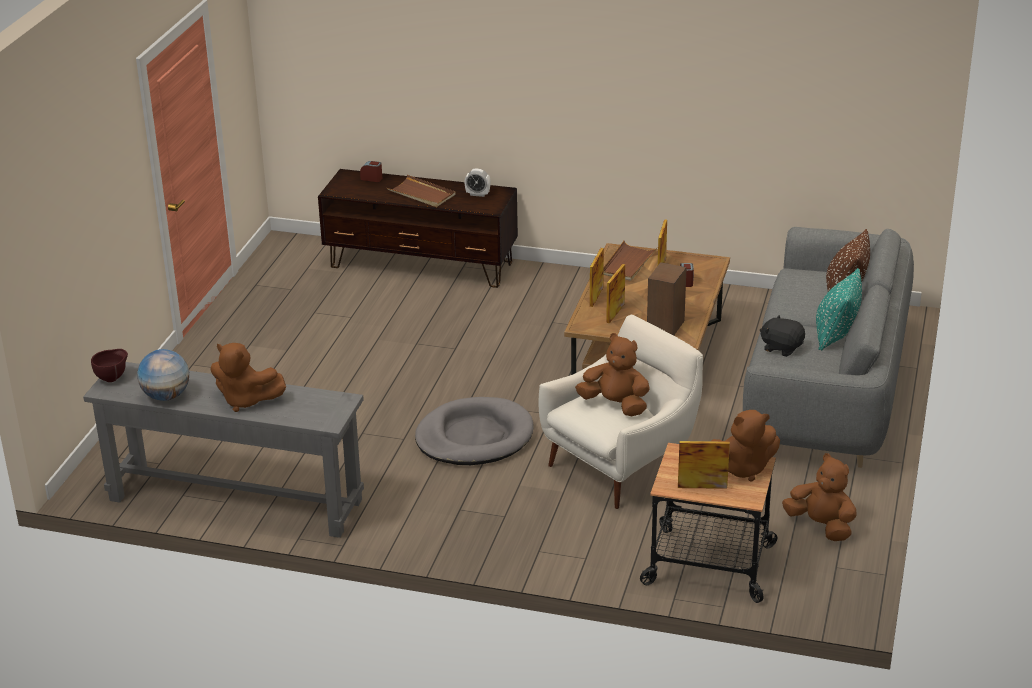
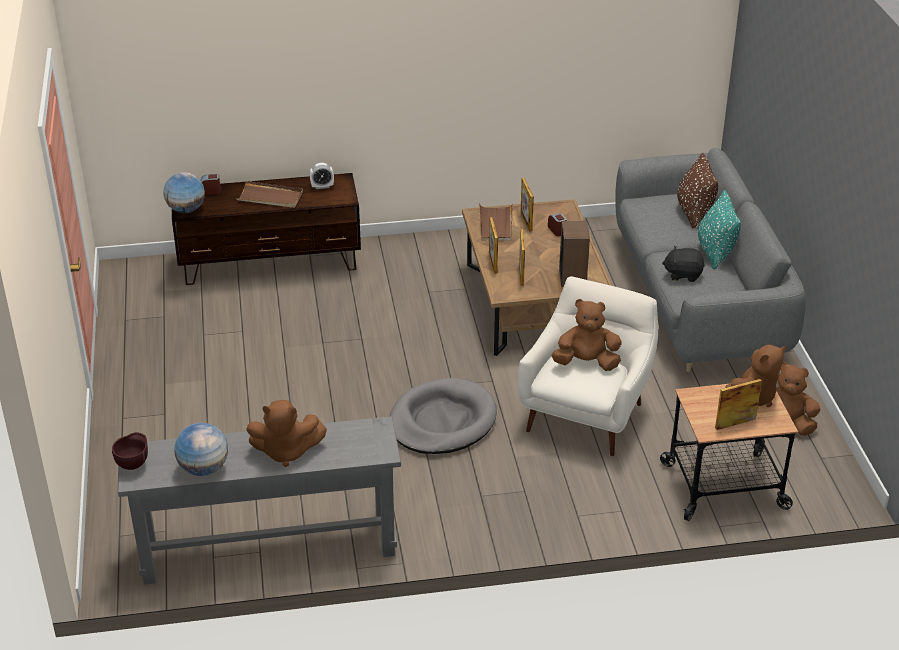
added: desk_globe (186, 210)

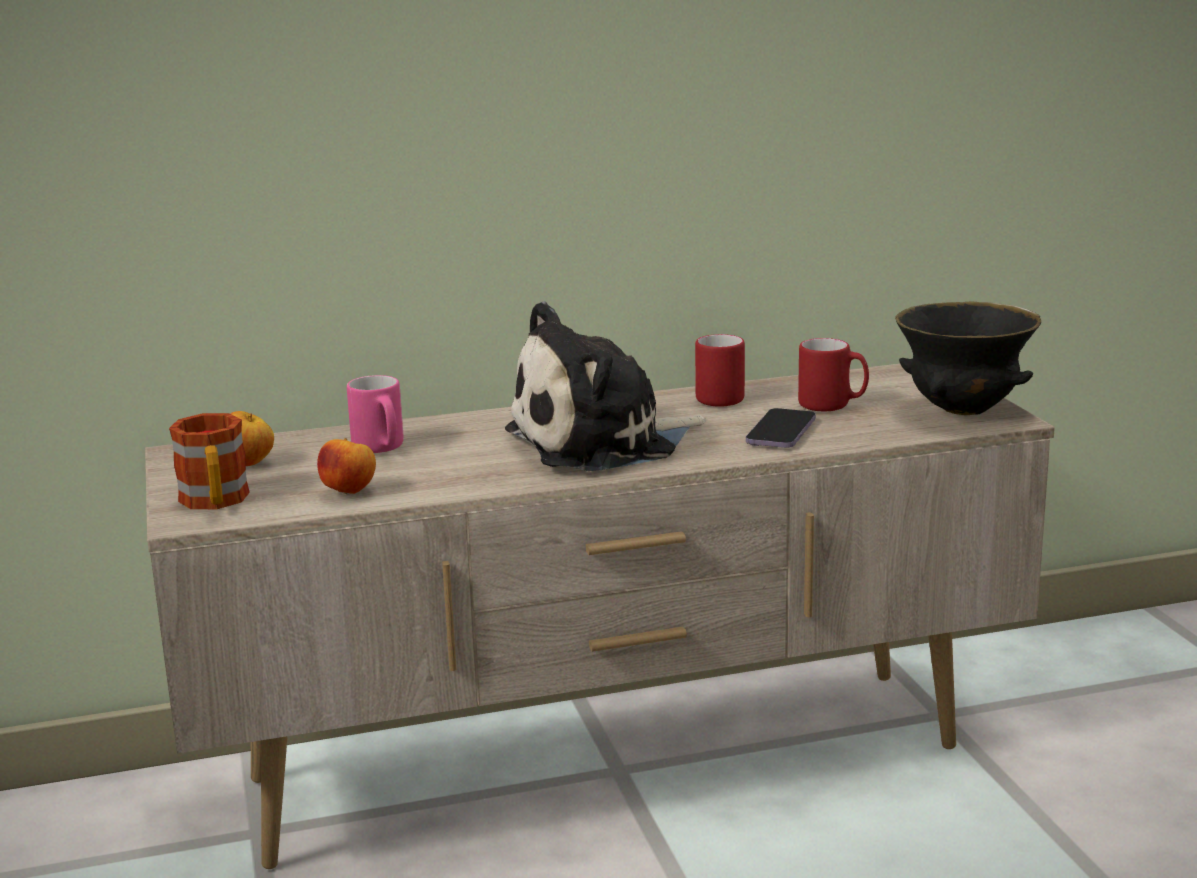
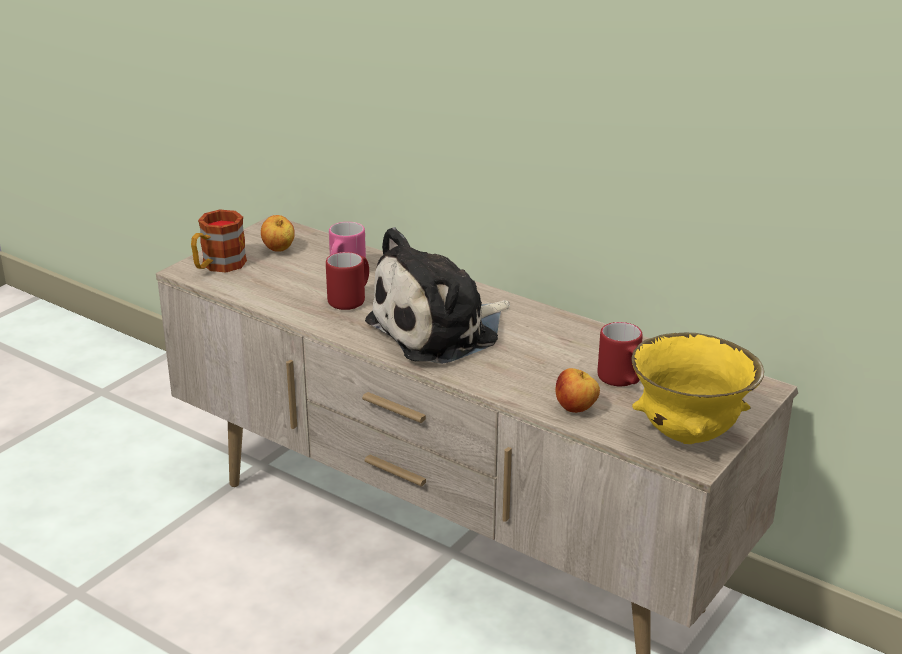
removed: handset (781, 432)
moved: reddish_coffee_mug (717, 398) to (351, 300); apple (350, 492) to (576, 409)
recoloured: black-coloured_deep_dish (964, 411) to yellowish_deep_dish (687, 435)
turned: cuddly_toy (602, 443) = (440, 331) 60 degrees counterclockwise

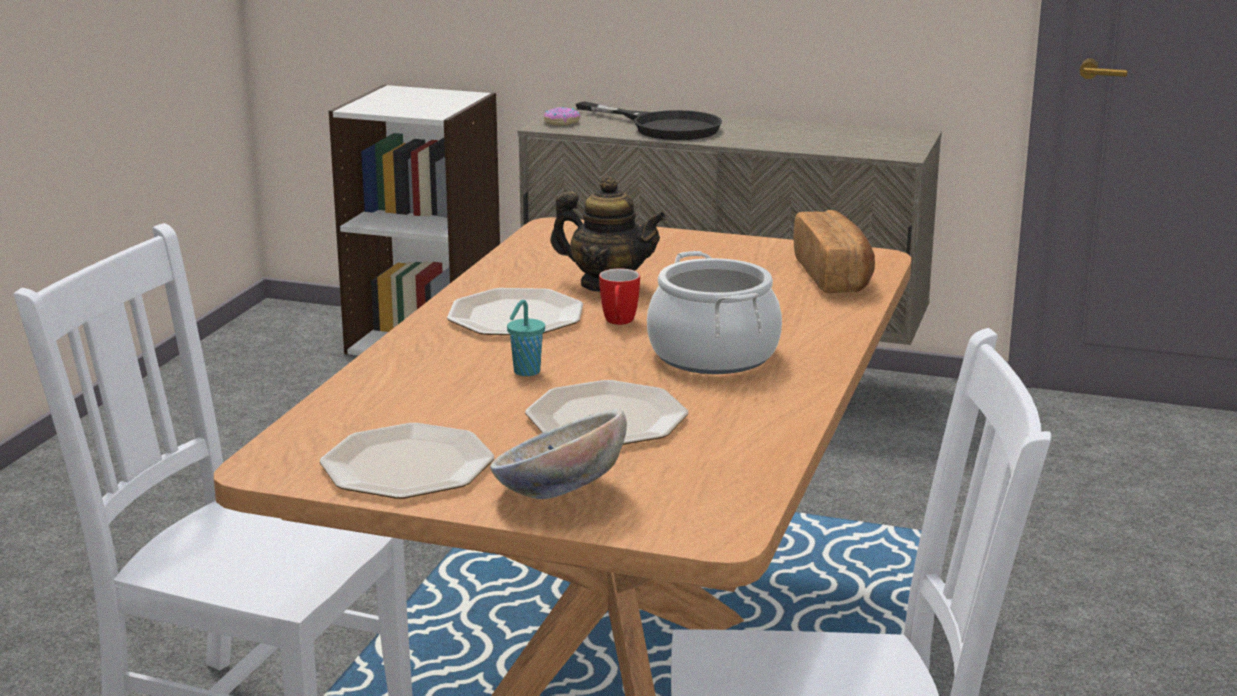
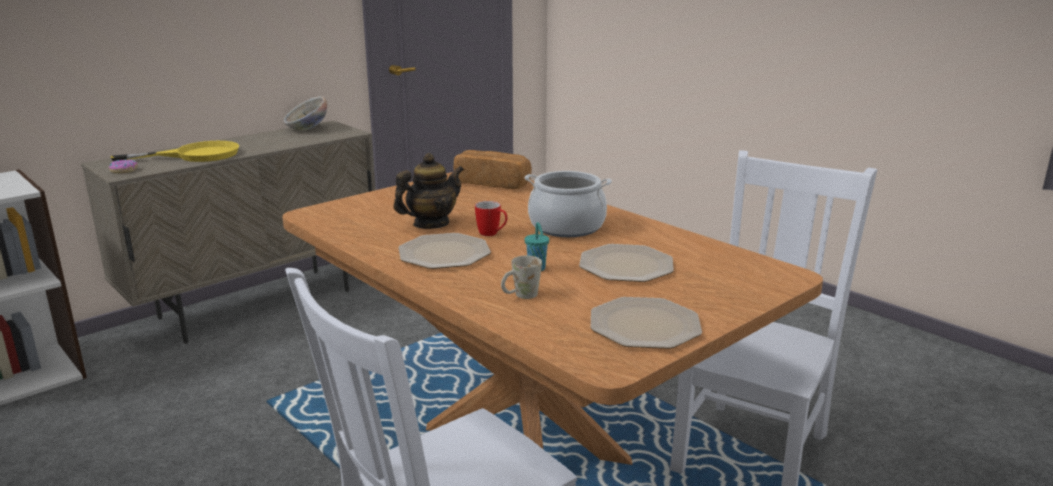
added: white-coloured_coffee_mug (520, 296)
moved: deep_dish (558, 494) to (307, 129)
recoloured: black-coloured_skillet (663, 127) to yellowish_skillet (195, 155)

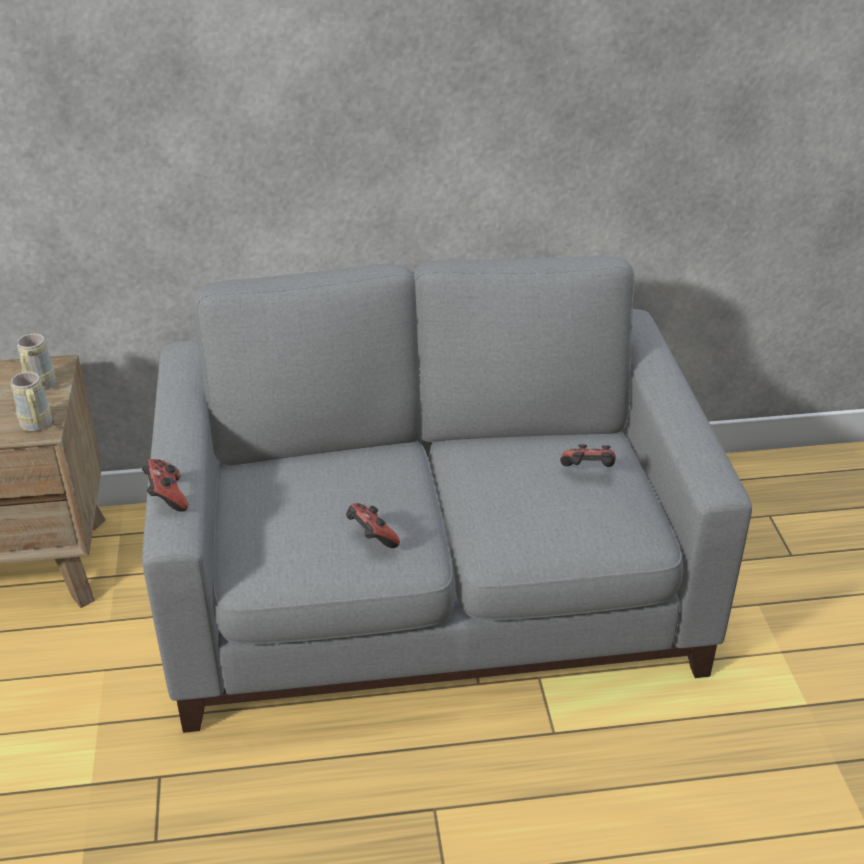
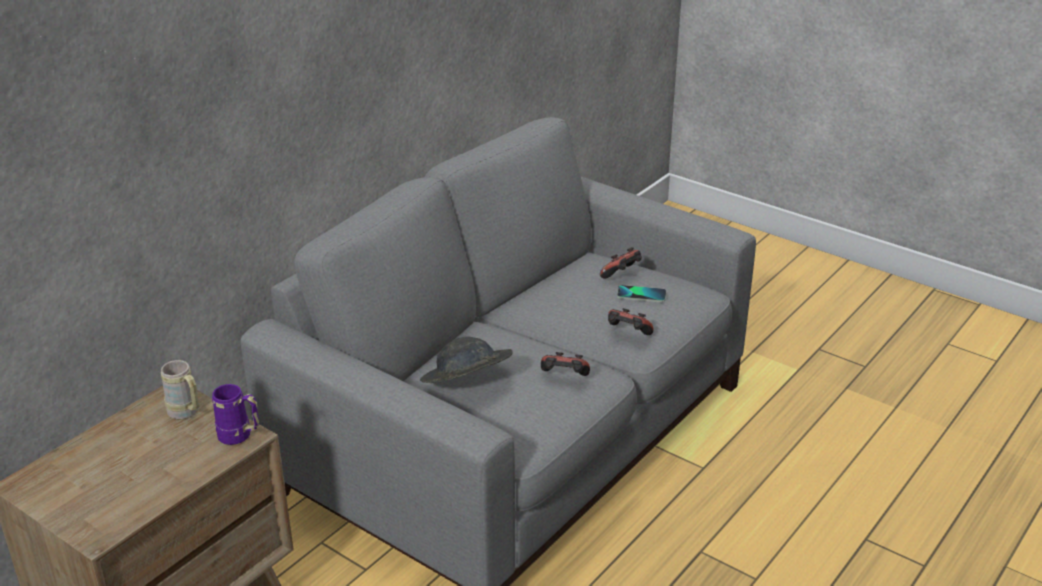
added: handset (641, 295); greyish_hat (466, 385)
moved: game_controller (167, 497) to (627, 334)
recoloured: beige-coloured_coffee_mug (37, 426) to purple-coloured_coffee_mug (240, 437)

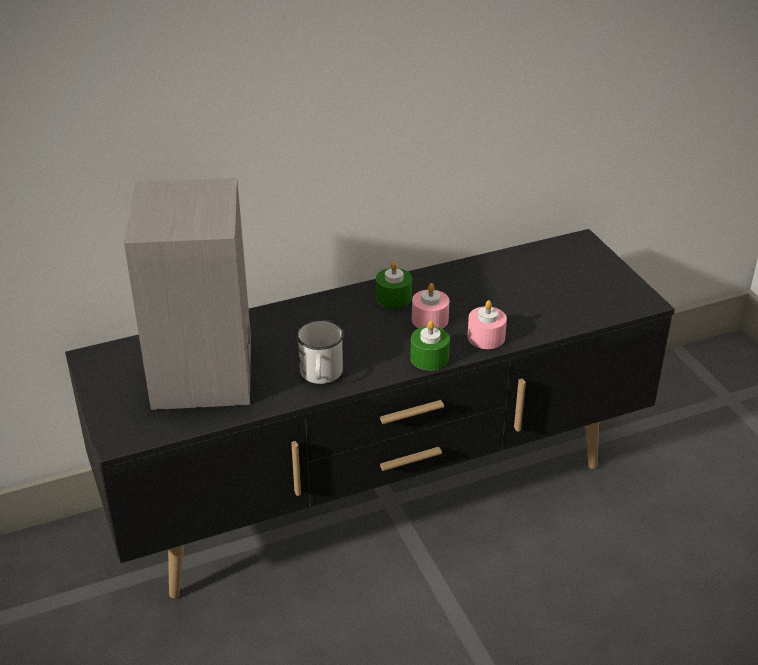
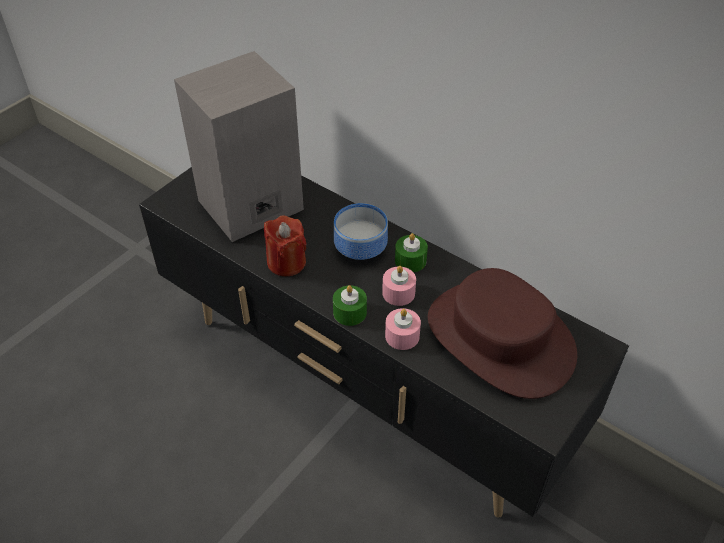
added: deep_dish (362, 249); brown_hat (499, 339)
replaced: white-coloured_coffee_mug (320, 375) to reddish_wax_candle (286, 262)

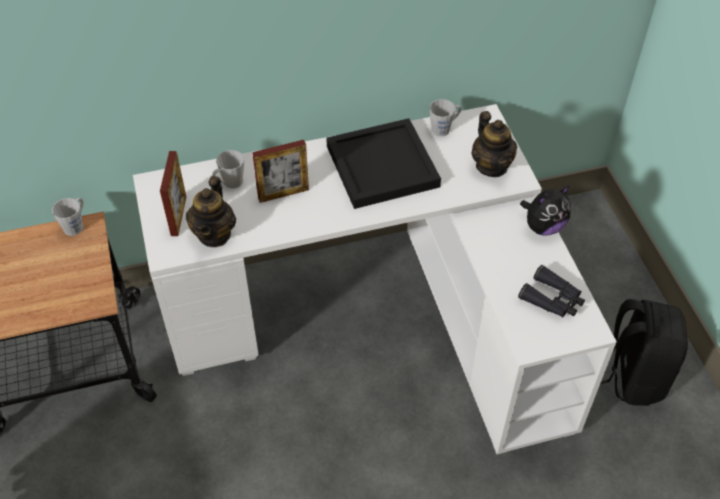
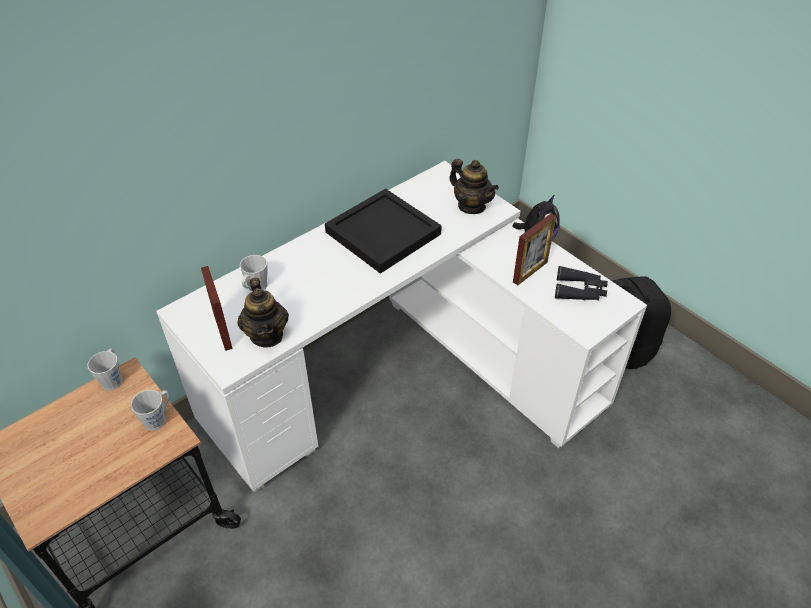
moved: greyish_coffee_mug (444, 128) to (158, 418); picture_frame (283, 194) to (530, 272)

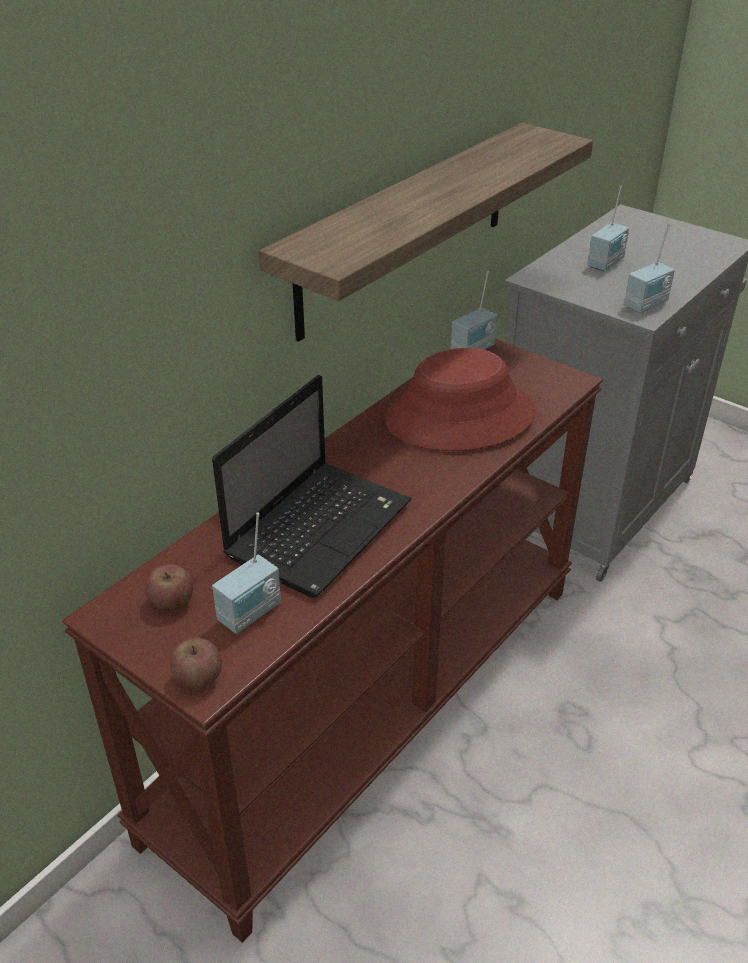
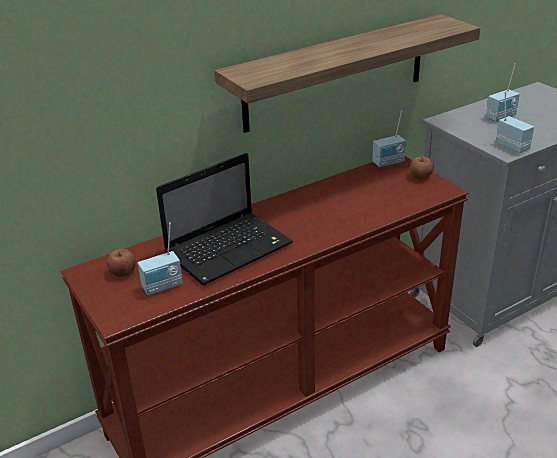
removed: reddish_hat (460, 417)
moved: apple (198, 678) to (420, 176)
turned: radio (647, 305) = (513, 146) 105 degrees counterclockwise

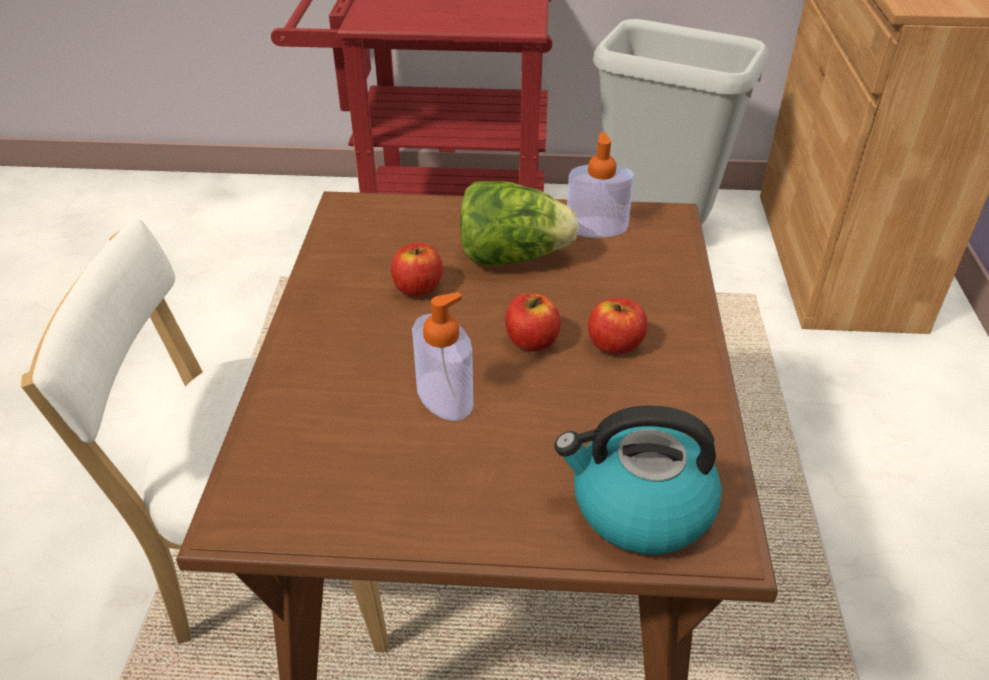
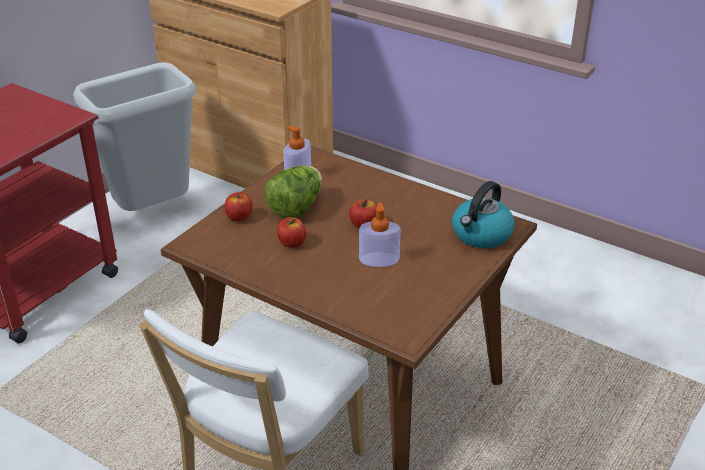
moved: apple (615, 344) to (239, 217)

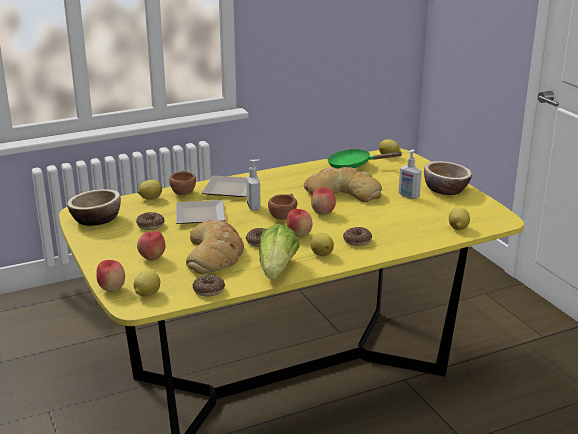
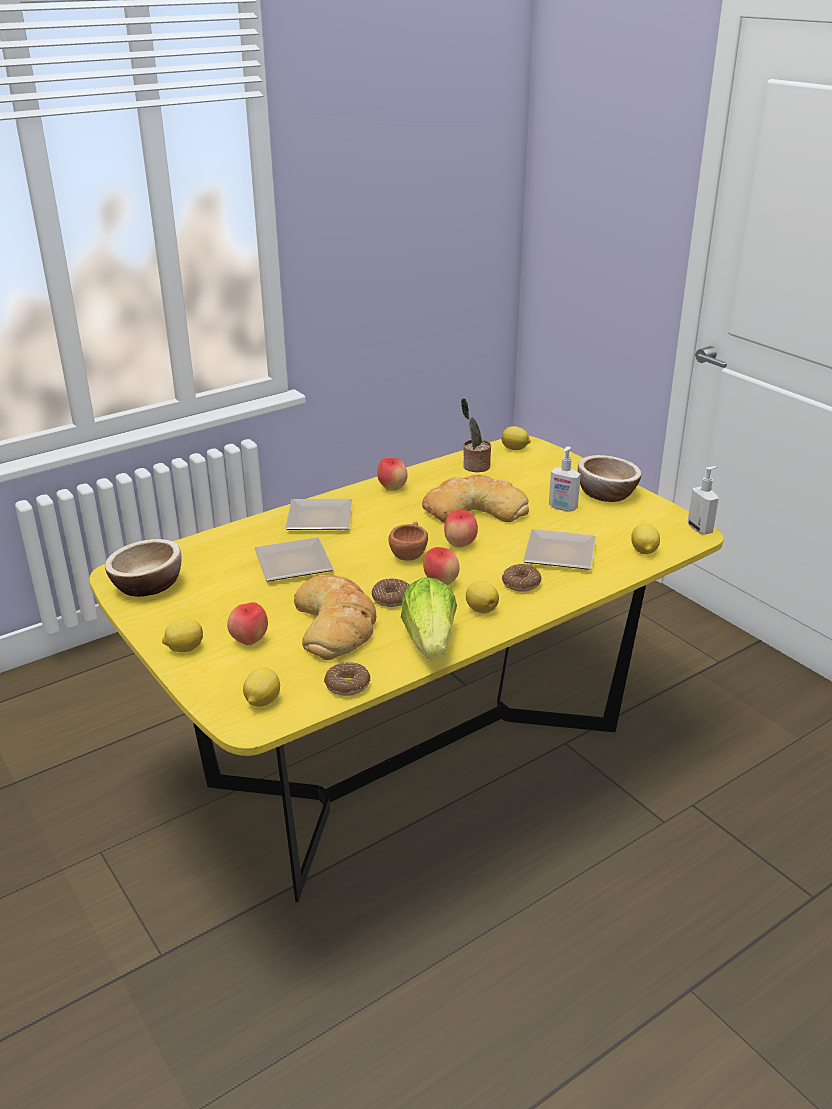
removed: brown_cup (183, 191); ring_doughnut (150, 225)
added: flat_dish (557, 554)
moved: soap_dispenser (254, 206) to (700, 529); lemon (150, 198) to (184, 648); apple (112, 289) to (392, 488)
replaced: green_skillet (354, 165) to houseplant (474, 466)

